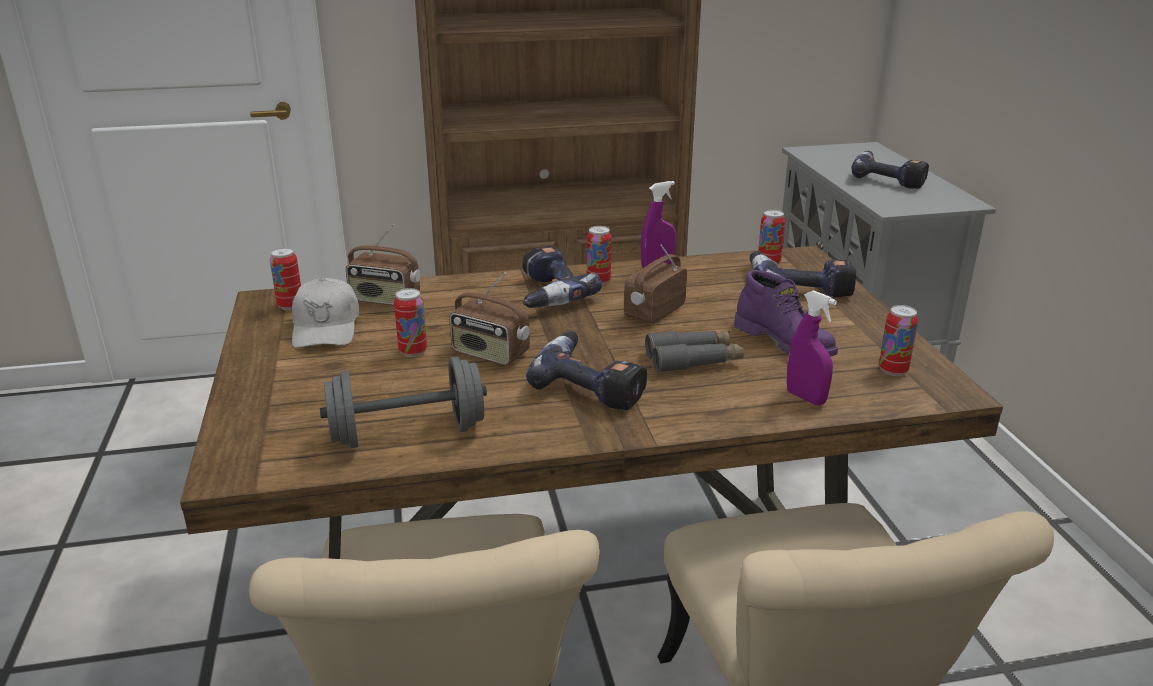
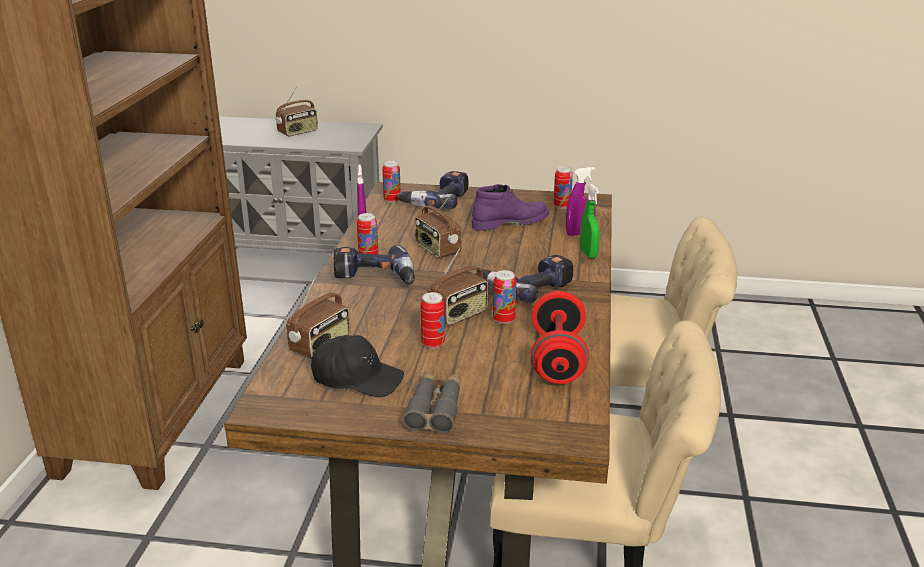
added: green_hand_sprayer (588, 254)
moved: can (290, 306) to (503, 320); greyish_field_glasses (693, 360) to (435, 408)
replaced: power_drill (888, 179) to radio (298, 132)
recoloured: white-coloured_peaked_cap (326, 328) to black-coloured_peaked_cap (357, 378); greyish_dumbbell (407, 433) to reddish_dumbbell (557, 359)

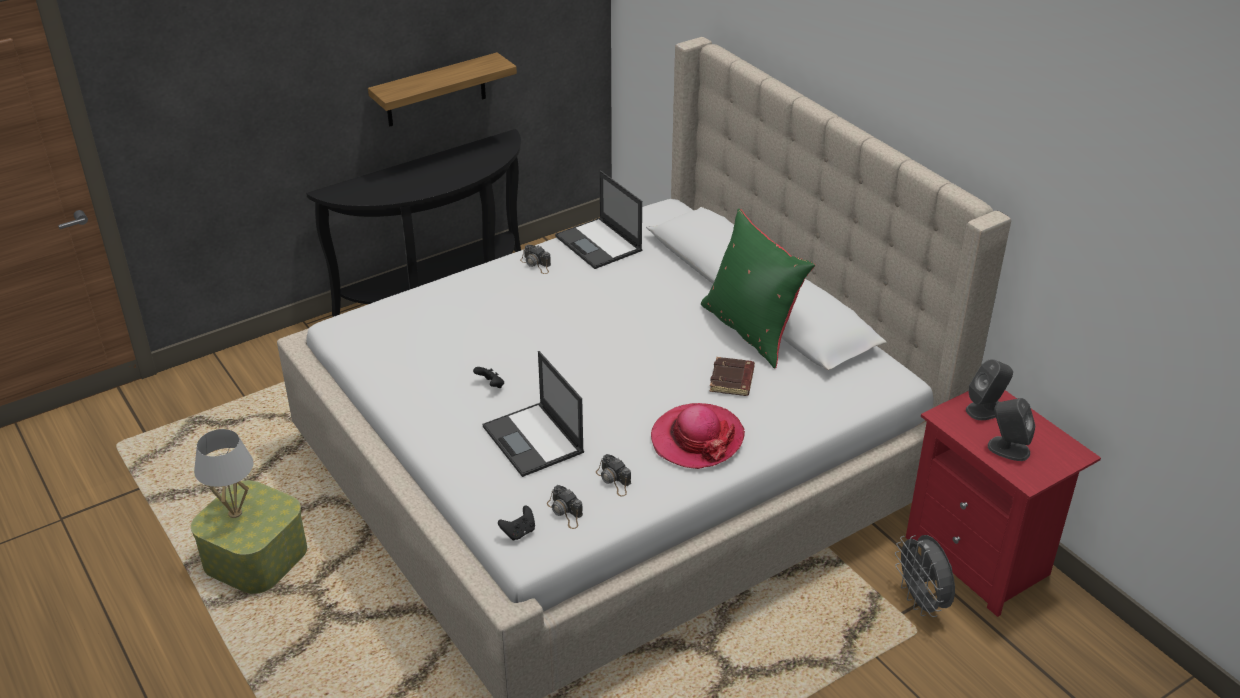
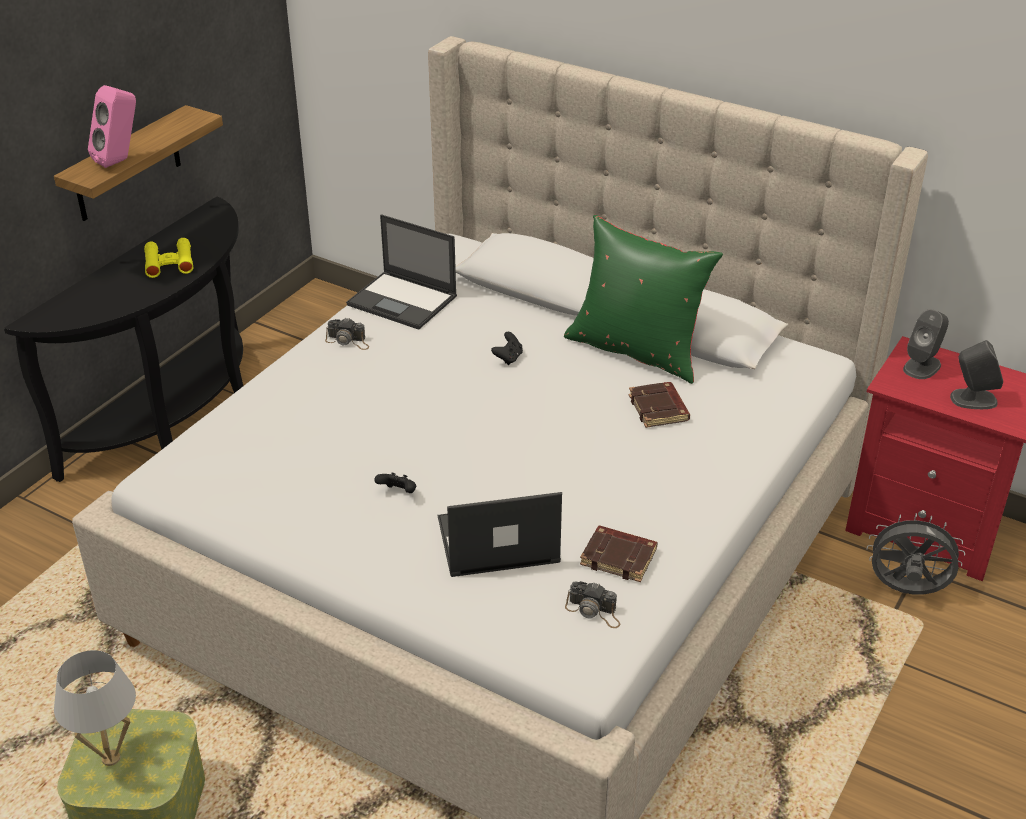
removed: hat (696, 439)
added: pink-coloured_audio_speaker (120, 161); yellowish_field_glasses (169, 263)
moved: black-coloured_game_controller (519, 532) to (508, 358)
replaced: still_camera (614, 480) to brown_book (619, 557)
turned: notebook_computer (534, 440) = (496, 540) 135 degrees clockwise; greyish_electric_fan (922, 602) = (906, 591) 150 degrees clockwise

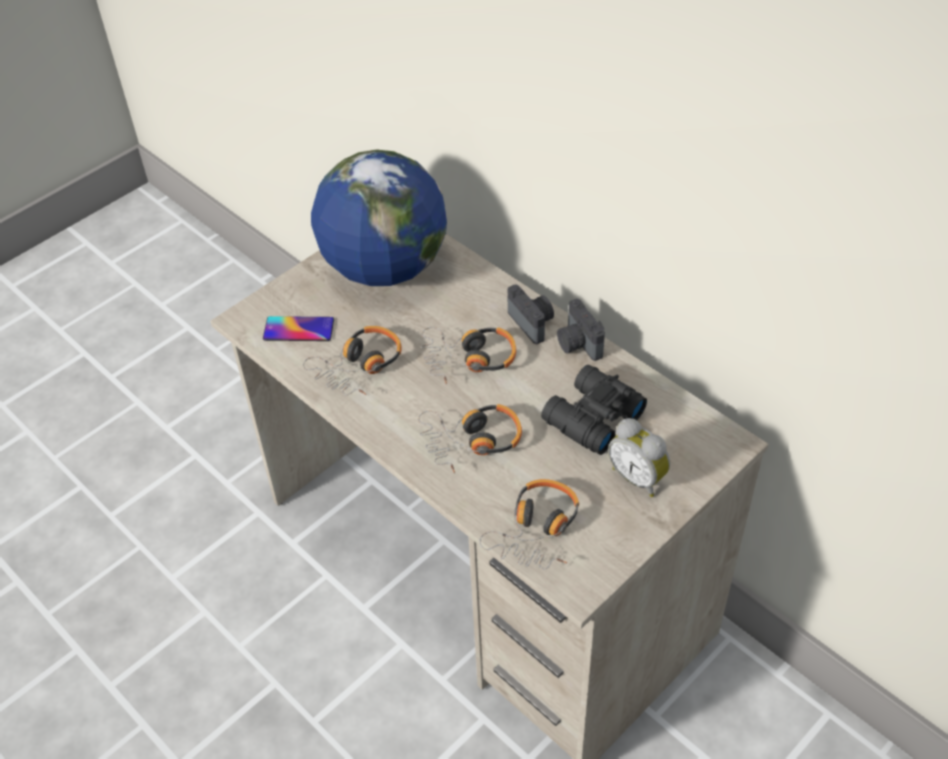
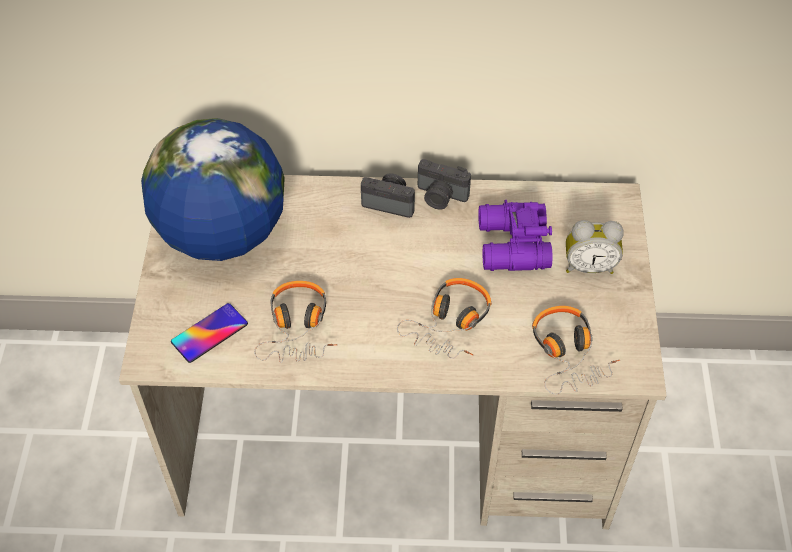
removed: headset (469, 359)
recoloured: black-coloured_field_glasses (590, 418) to purple-coloured_field_glasses (511, 246)

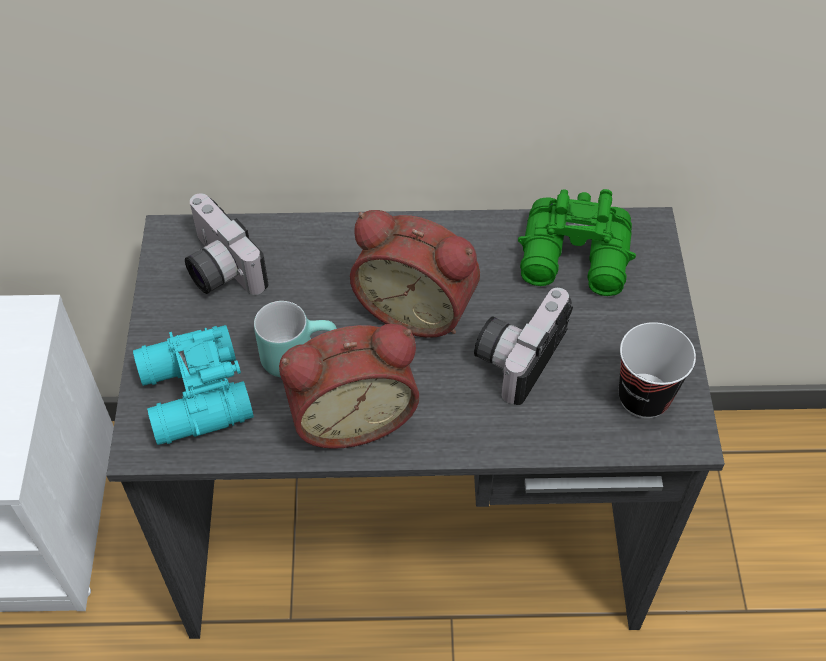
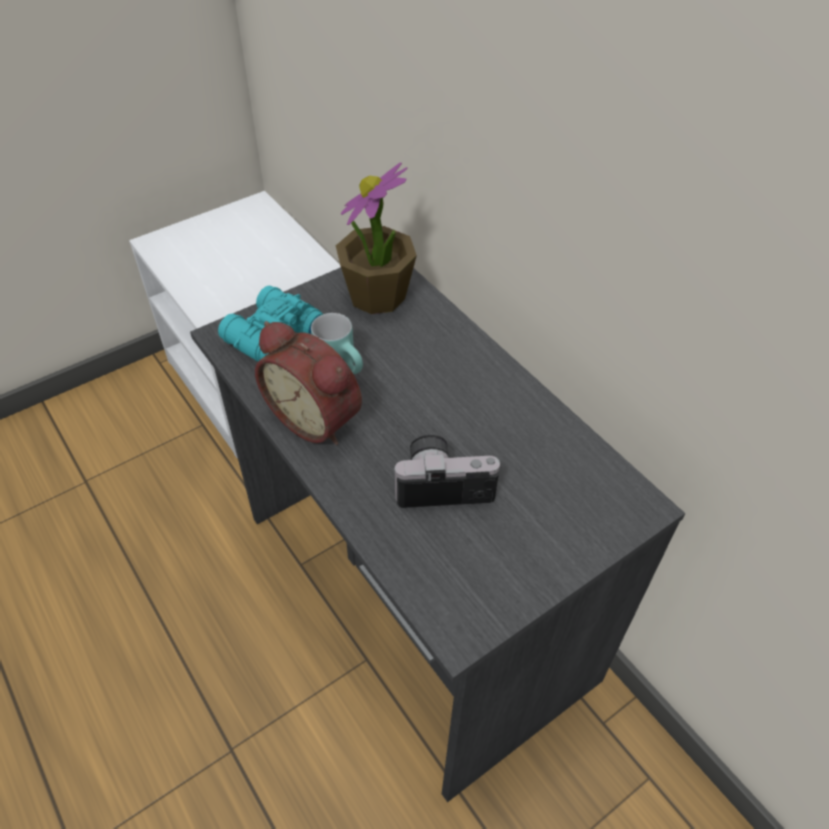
removed: green_field_glasses (576, 260); table_clock (417, 307); cup (644, 397)
replaced: still_camera (217, 268) to houseplant (377, 296)

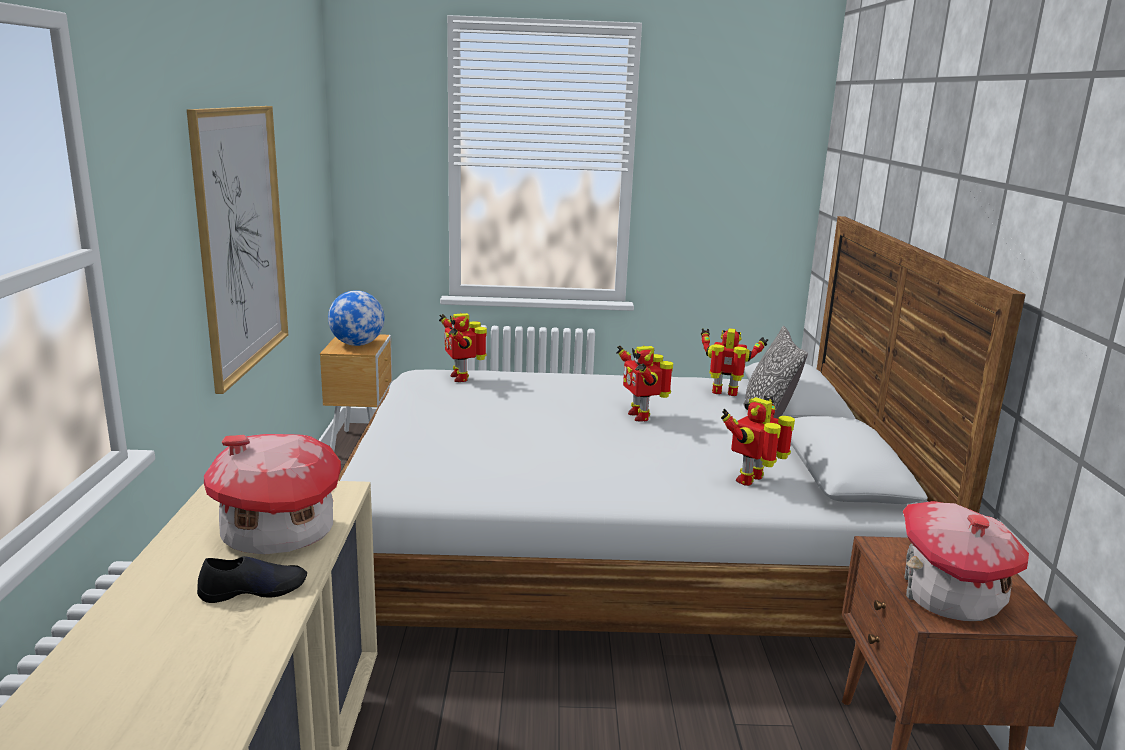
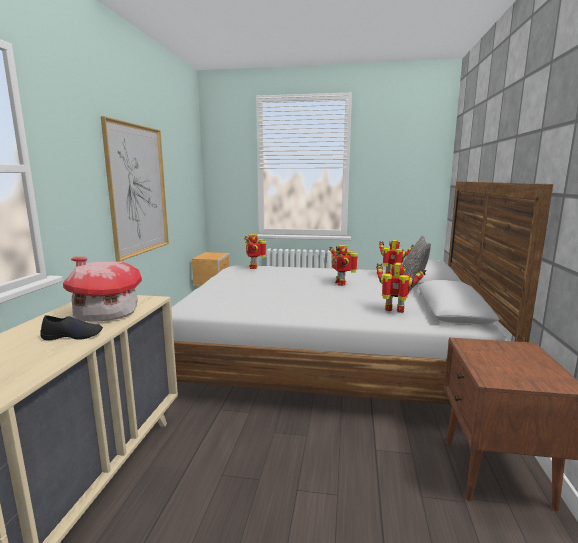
removed: desk_globe (357, 344); toy_house (950, 597)
turned: robot_figure (753, 480) = (395, 311) 60 degrees clockwise

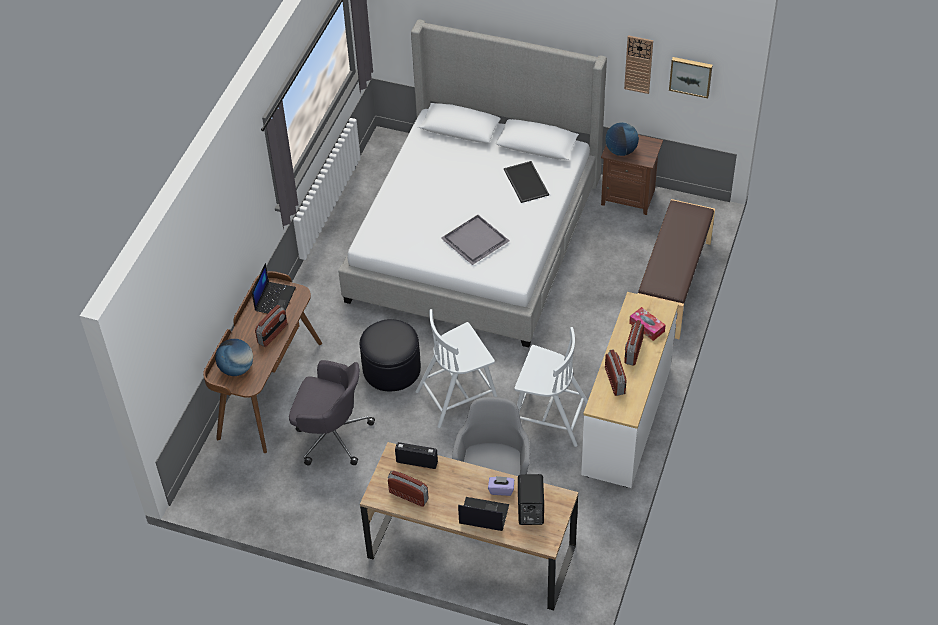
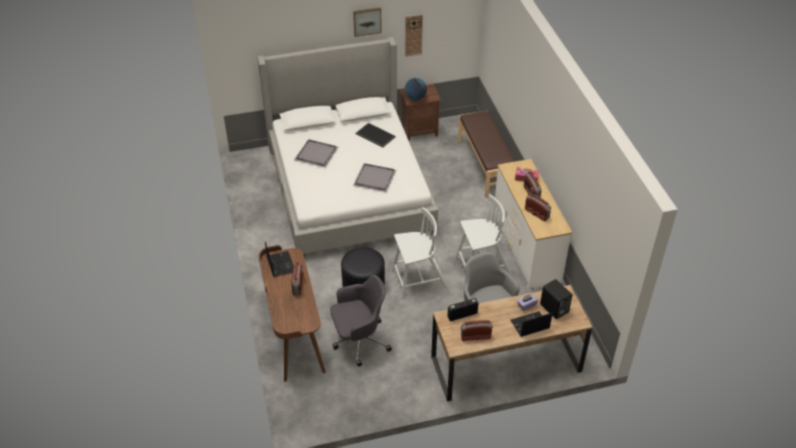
removed: desk_globe (236, 369)
added: greyish_serving_tray (317, 154)
moved: picture (691, 76) to (367, 21)
turned: white-coloured_upright_chair (458, 396) = (418, 280) 135 degrees counterclockwise

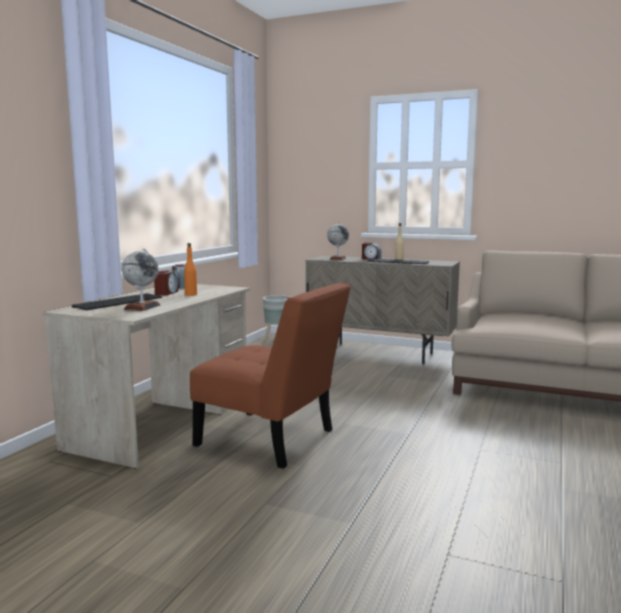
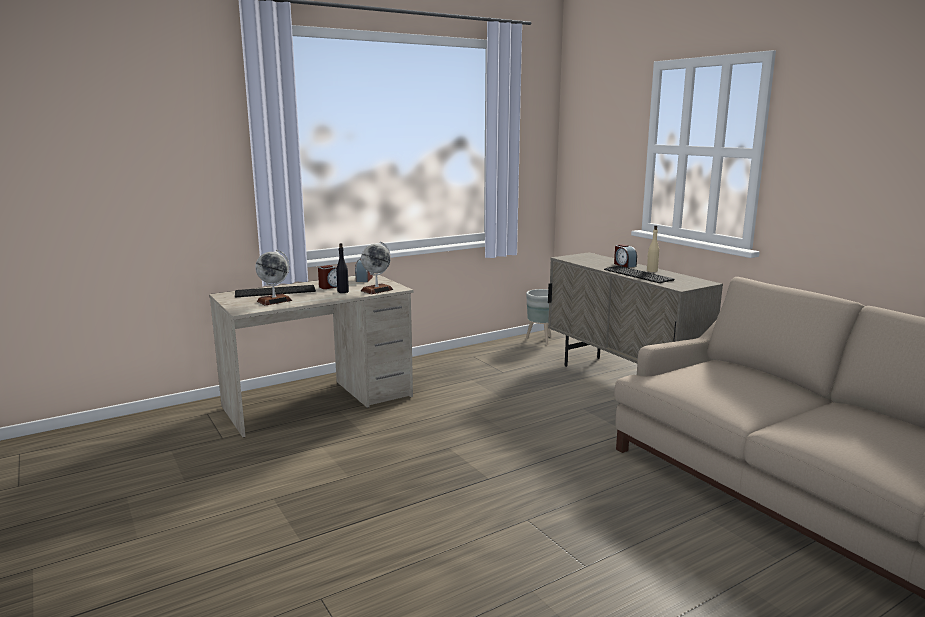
removed: brown_upright_chair (272, 440)
moved: desk_globe (337, 259) to (377, 290)
recoloured: orange-coloured_bottle (191, 295) to black-coloured_bottle (343, 291)

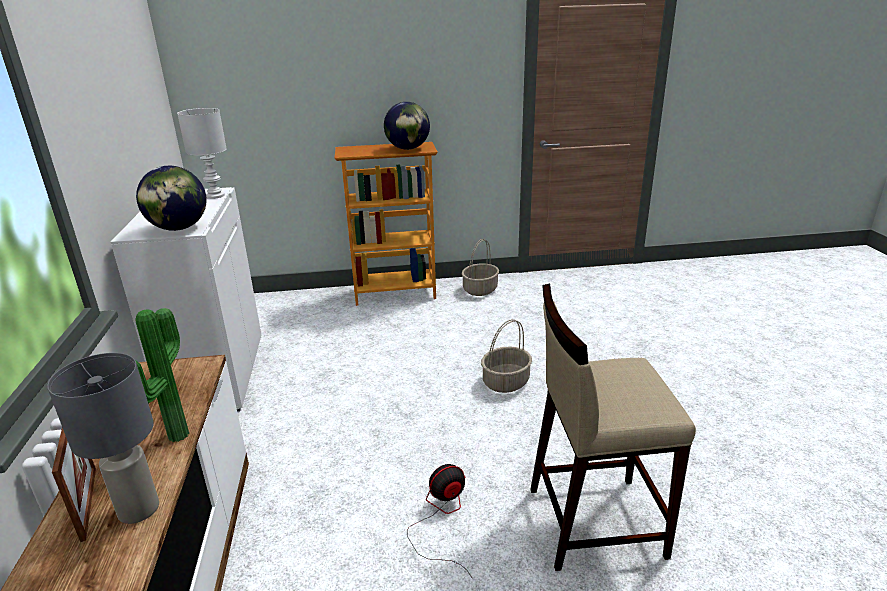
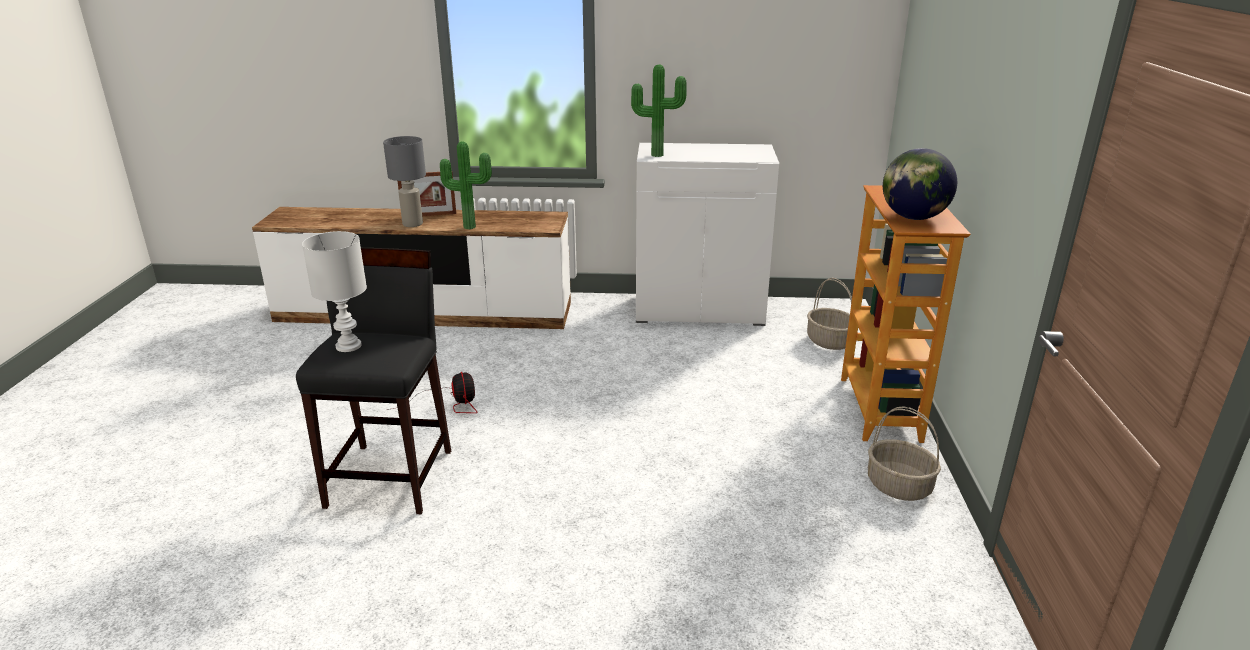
moved: white-coloured_table_lamp (214, 196) to (348, 345); basket (506, 382) to (830, 341)
replaced: desk_globe (179, 228) to houseplant (657, 154)
recoloured: beige-coloured_sitting_stool (593, 521) to black-coloured_sitting_stool (391, 477)

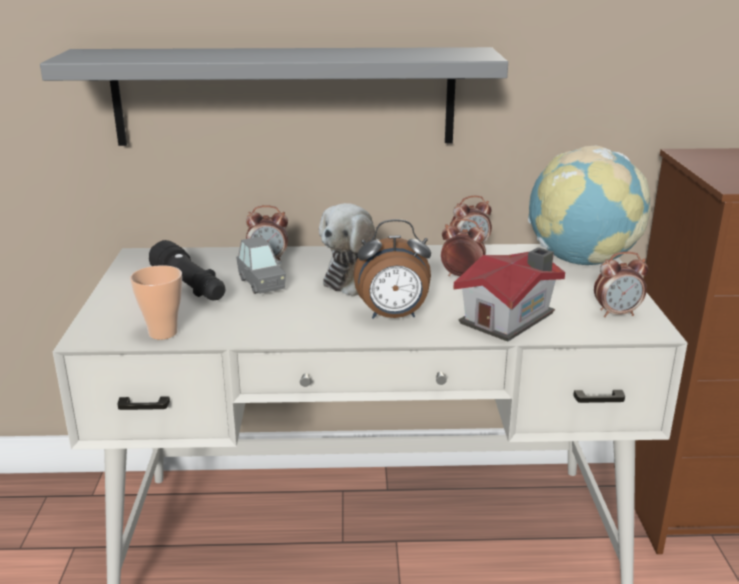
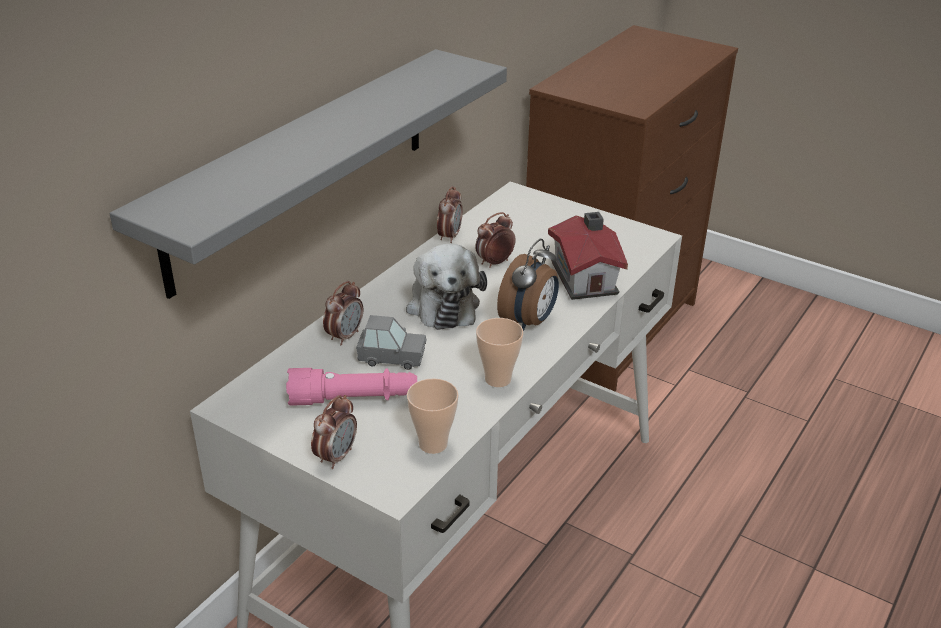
removed: desk_globe (581, 261)
added: cup (498, 379)
moved: table_clock (616, 313) to (336, 456)
recoloured: black-coloured_torch (191, 288) to pink-coloured_torch (354, 399)

